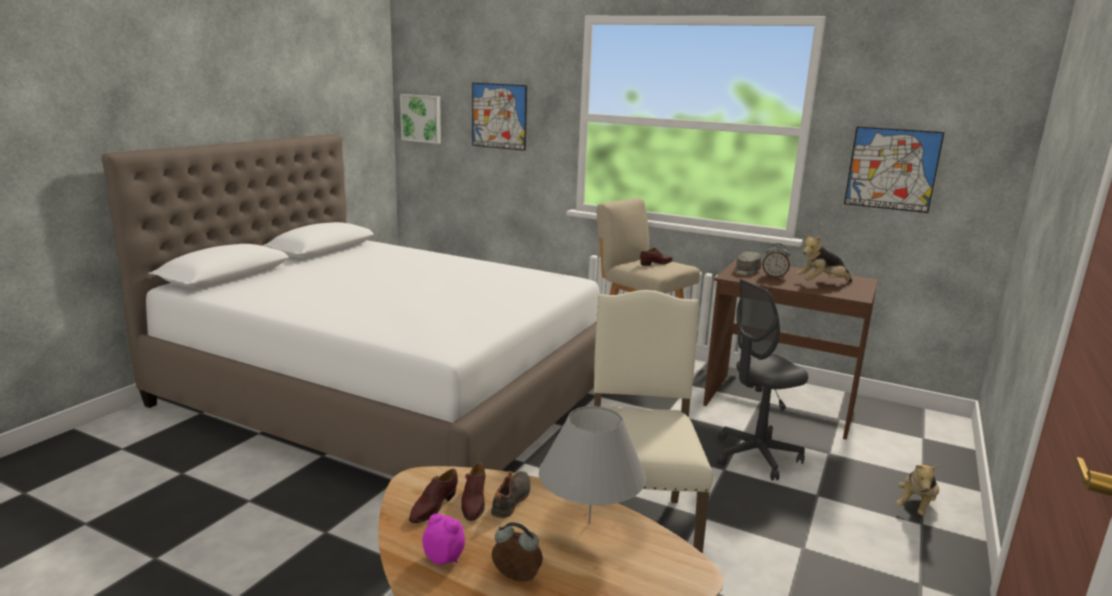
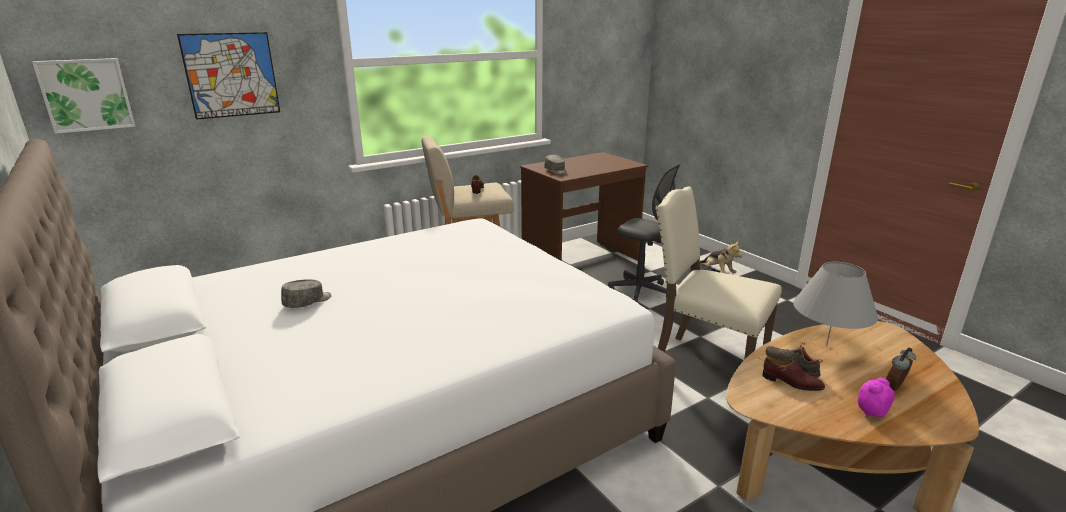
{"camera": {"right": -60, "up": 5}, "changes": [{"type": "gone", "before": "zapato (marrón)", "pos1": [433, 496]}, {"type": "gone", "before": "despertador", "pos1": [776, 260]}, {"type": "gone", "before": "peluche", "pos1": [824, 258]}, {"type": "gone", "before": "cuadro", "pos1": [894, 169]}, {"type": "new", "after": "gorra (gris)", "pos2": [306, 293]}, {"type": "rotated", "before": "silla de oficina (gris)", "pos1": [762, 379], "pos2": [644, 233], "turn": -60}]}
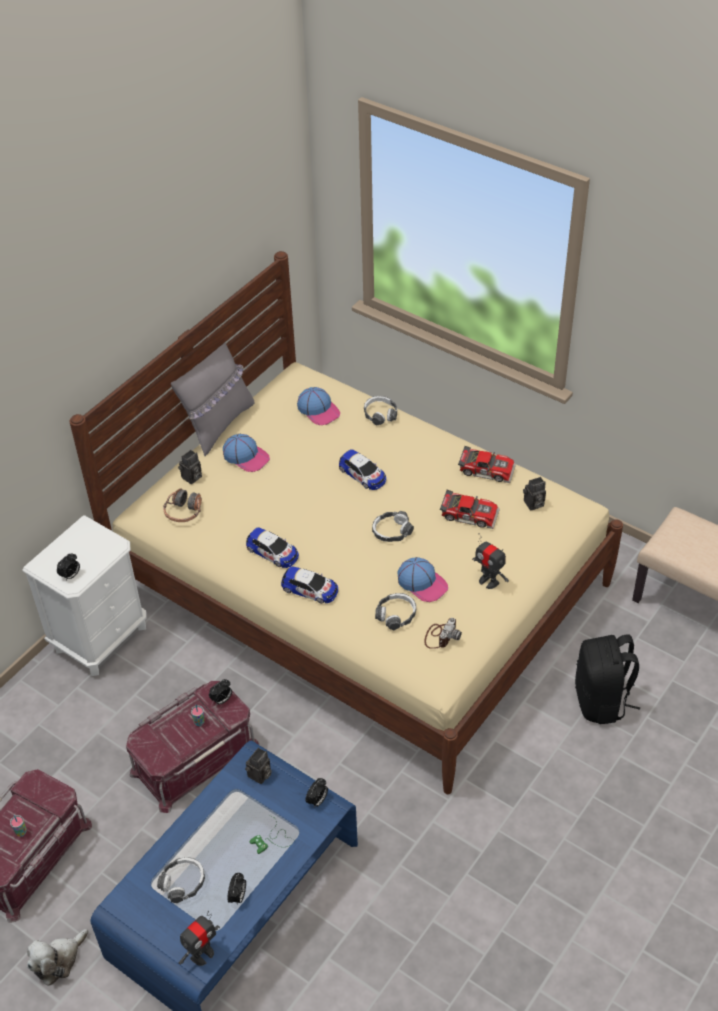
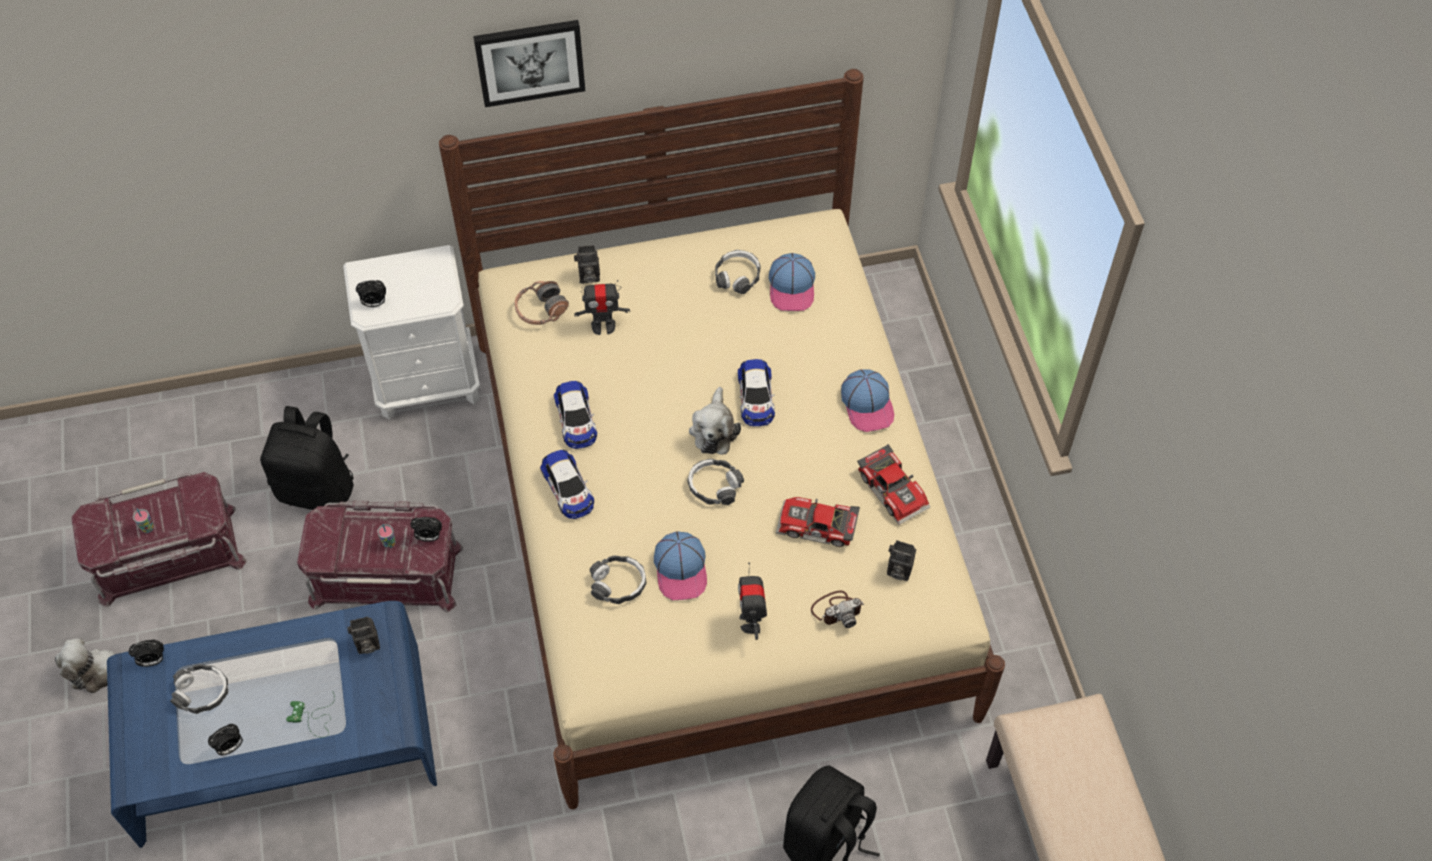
{"camera": {"right": 40, "up": 10}, "changes": [{"type": "gone", "before": "cojín (gris)", "pos1": [212, 399]}, {"type": "new", "after": "mochila (negro)", "pos2": [307, 458]}, {"type": "new", "after": "cuadro", "pos2": [529, 63]}, {"type": "new", "after": "peluche", "pos2": [715, 421]}, {"type": "shifted", "before": "robot de juguete", "pos1": [199, 938], "pos2": [602, 307]}, {"type": "shifted", "before": "gorra", "pos1": [246, 453], "pos2": [867, 400]}, {"type": "shifted", "before": "despertador", "pos1": [316, 792], "pos2": [146, 653]}, {"type": "shifted", "before": "auriculares", "pos1": [380, 411], "pos2": [737, 272]}, {"type": "shifted", "before": "cámara", "pos1": [443, 633], "pos2": [837, 609]}, {"type": "rotated", "before": "coche de juguete", "pos1": [470, 509], "pos2": [818, 522], "turn": 135}]}
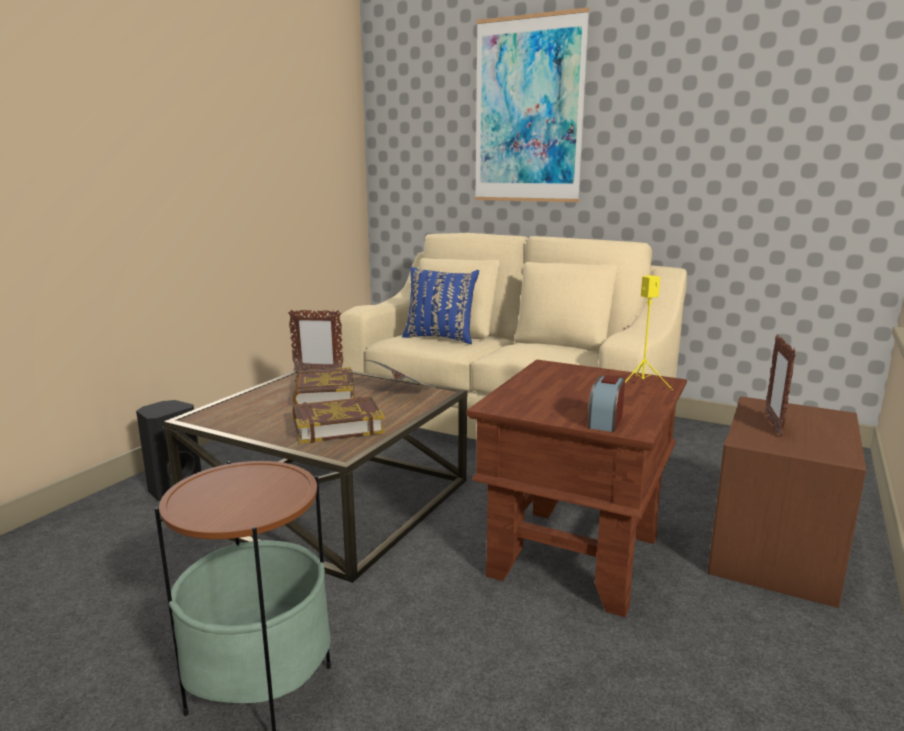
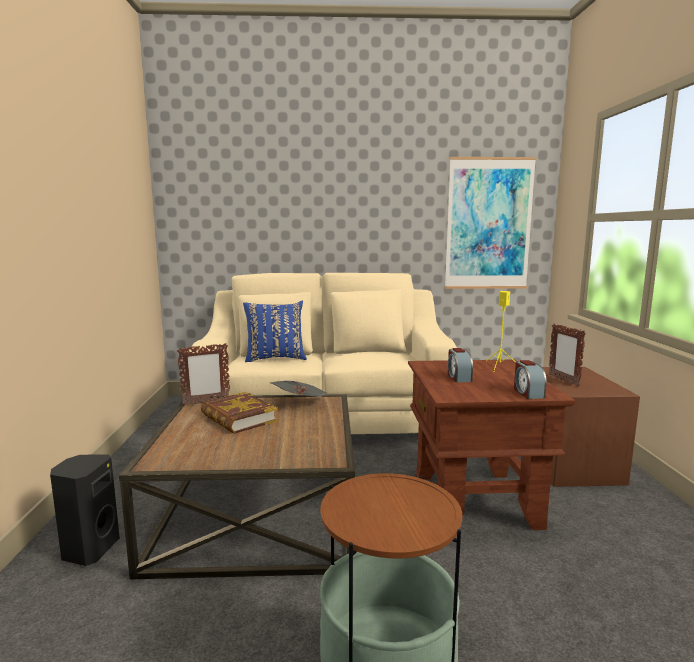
{"camera": {"right": -30, "up": -5}, "changes": [{"type": "gone", "before": "libro", "pos1": [339, 420]}, {"type": "new", "after": "despertador", "pos2": [460, 365]}, {"type": "shifted", "before": "cuadro", "pos1": [532, 105], "pos2": [490, 223]}]}
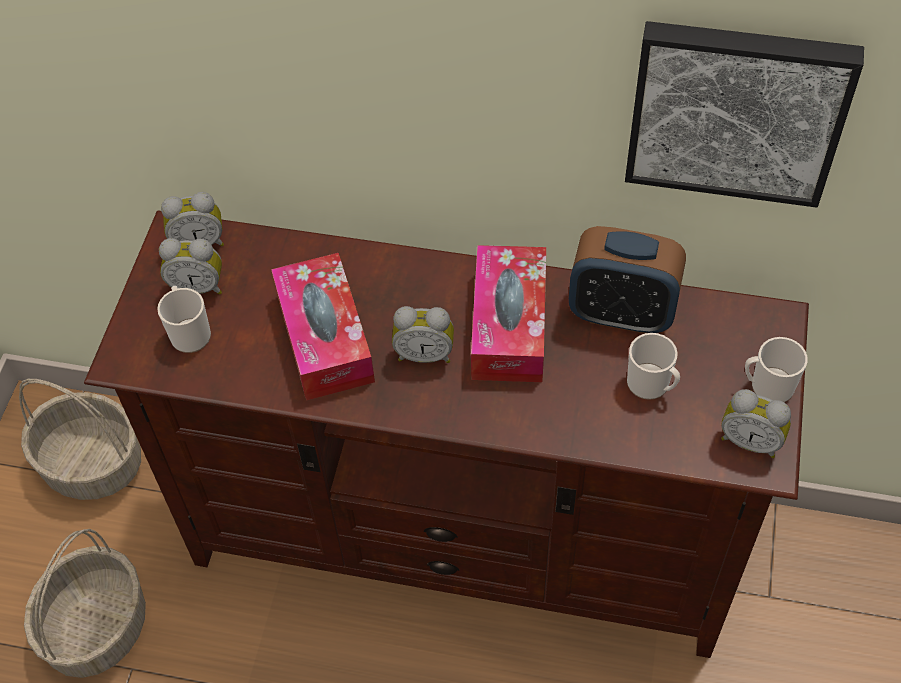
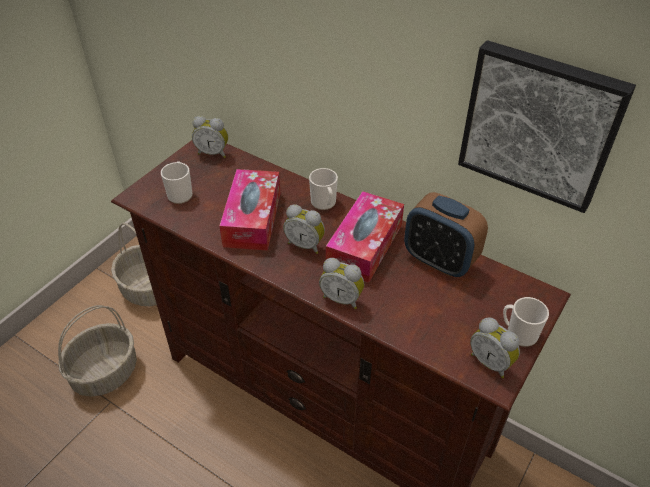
{"camera": {"right": 20, "up": -10}, "changes": [{"type": "shifted", "before": "despertador", "pos1": [190, 266], "pos2": [341, 283]}, {"type": "shifted", "before": "taza grande", "pos1": [653, 366], "pos2": [323, 189]}]}
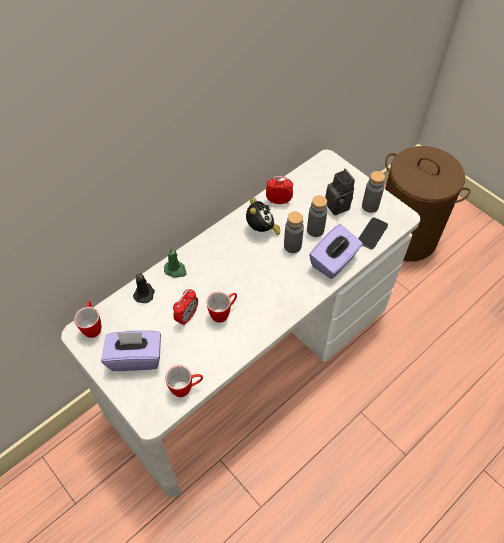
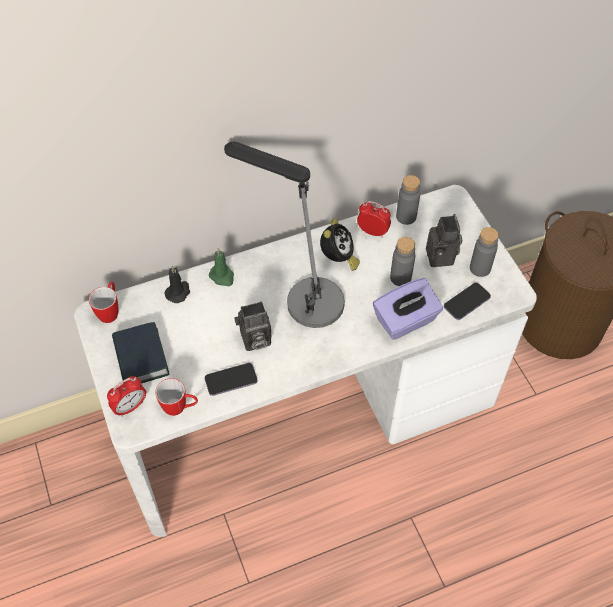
{"camera": {"right": 20, "up": 0}, "changes": [{"type": "new", "after": "móvil", "pos2": [231, 379]}, {"type": "new", "after": "lámpara de mesa", "pos2": [284, 235]}, {"type": "shifted", "before": "despertador", "pos1": [185, 307], "pos2": [126, 396]}, {"type": "shifted", "before": "botella (gris)", "pos1": [294, 232], "pos2": [408, 200]}, {"type": "swapped", "before": "caja de pañuelos (morado)", "after": "libro", "pos1": [131, 350], "pos2": [141, 353]}, {"type": "swapped", "before": "taza grande", "after": "cámara", "pos1": [222, 307], "pos2": [253, 326]}]}
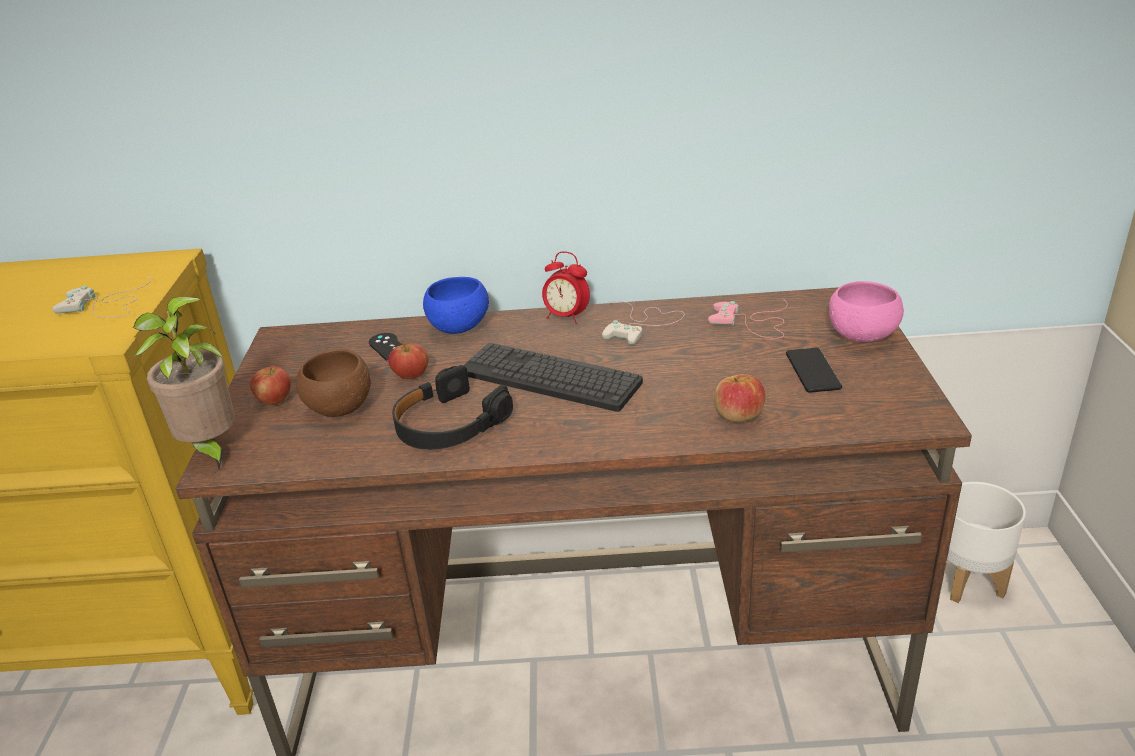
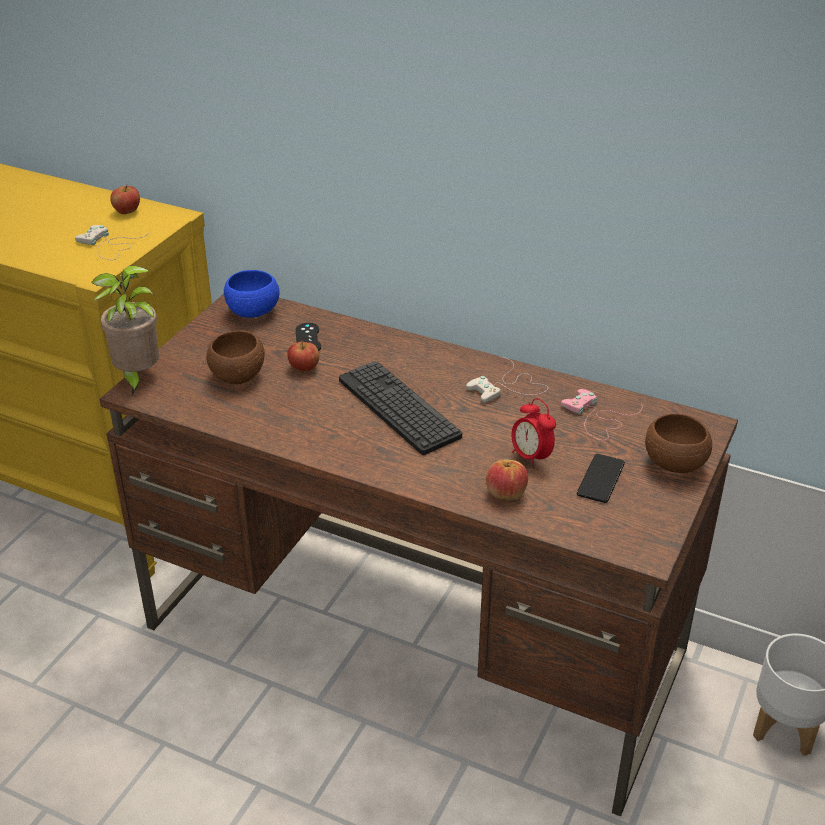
{"camera": {"right": 25, "up": 5}, "changes": [{"type": "gone", "before": "auriculares (negro)", "pos1": [452, 407]}, {"type": "shifted", "before": "manzana", "pos1": [270, 384], "pos2": [125, 199]}, {"type": "shifted", "before": "cuenco (azul)", "pos1": [456, 305], "pos2": [252, 294]}, {"type": "shifted", "before": "despertador", "pos1": [566, 287], "pos2": [534, 433]}, {"type": "repainted", "before": "cuenco (rosa)", "after": "cuenco (marrón)", "pos1": [866, 311], "pos2": [678, 443]}]}
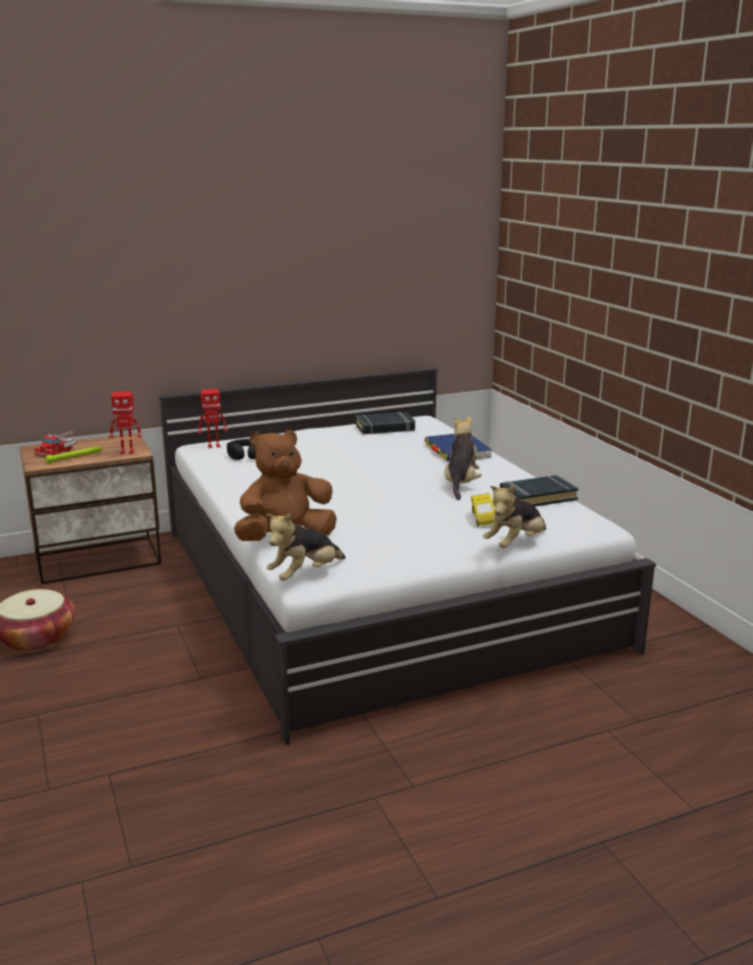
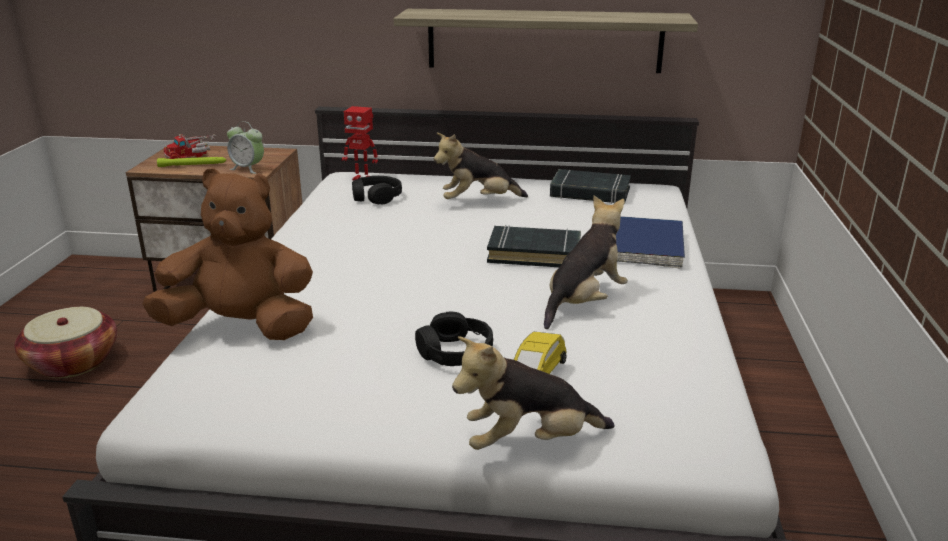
{"camera": {"right": 30, "up": 5}, "changes": [{"type": "new", "after": "estante", "pos2": [546, 41]}, {"type": "new", "after": "auriculares (negro)", "pos2": [454, 339]}, {"type": "shifted", "before": "peluche", "pos1": [306, 547], "pos2": [481, 166]}, {"type": "shifted", "before": "libro (negro)", "pos1": [539, 490], "pos2": [534, 246]}, {"type": "swapped", "before": "robot de juguete", "after": "despertador", "pos1": [125, 423], "pos2": [245, 147]}]}
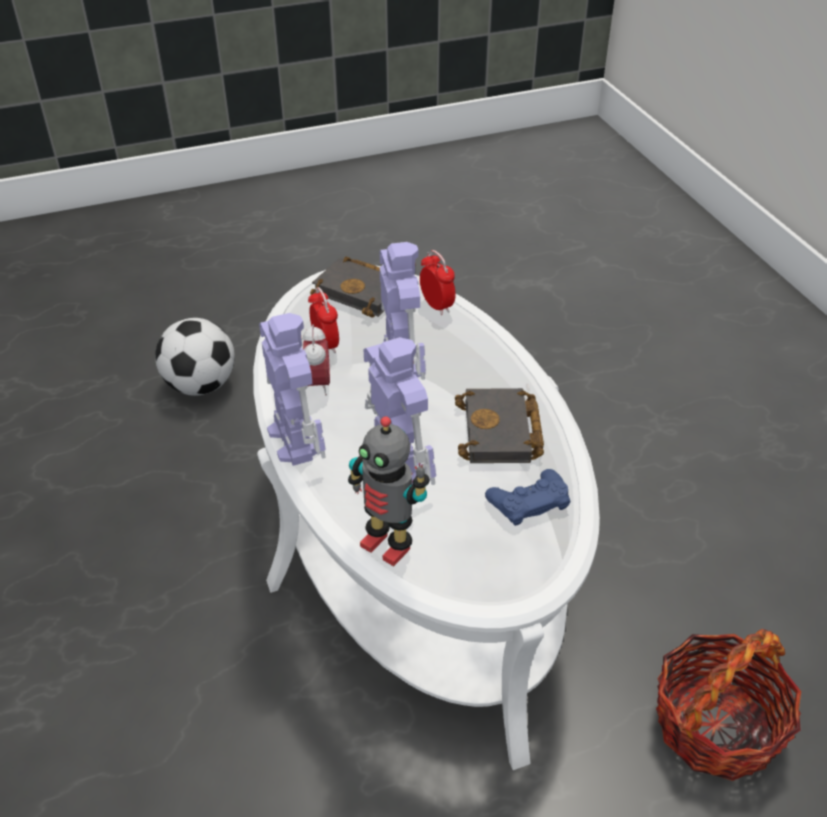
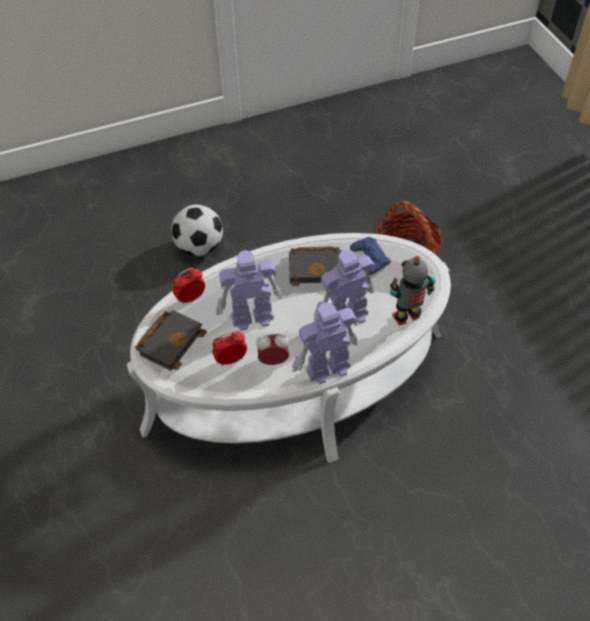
{"camera": {"right": -90, "up": 10}, "changes": [{"type": "shifted", "before": "balón de fútbol", "pos1": [194, 357], "pos2": [197, 230]}, {"type": "rotated", "before": "robot de juguete", "pos1": [389, 491], "pos2": [412, 291], "turn": -150}]}
